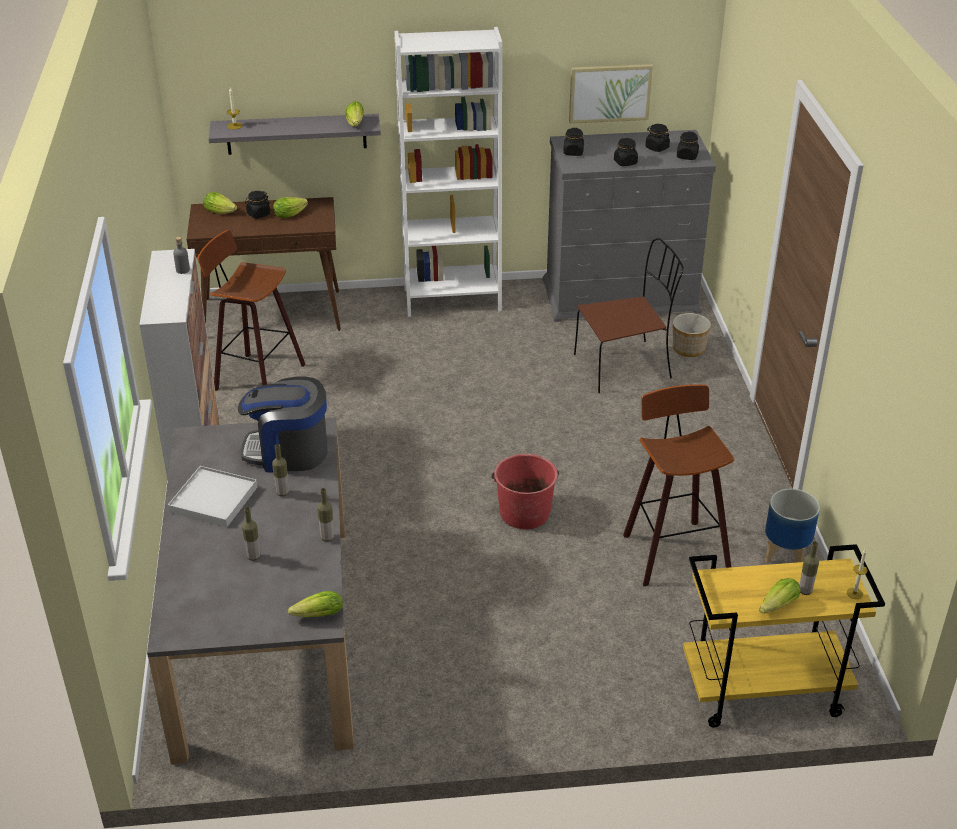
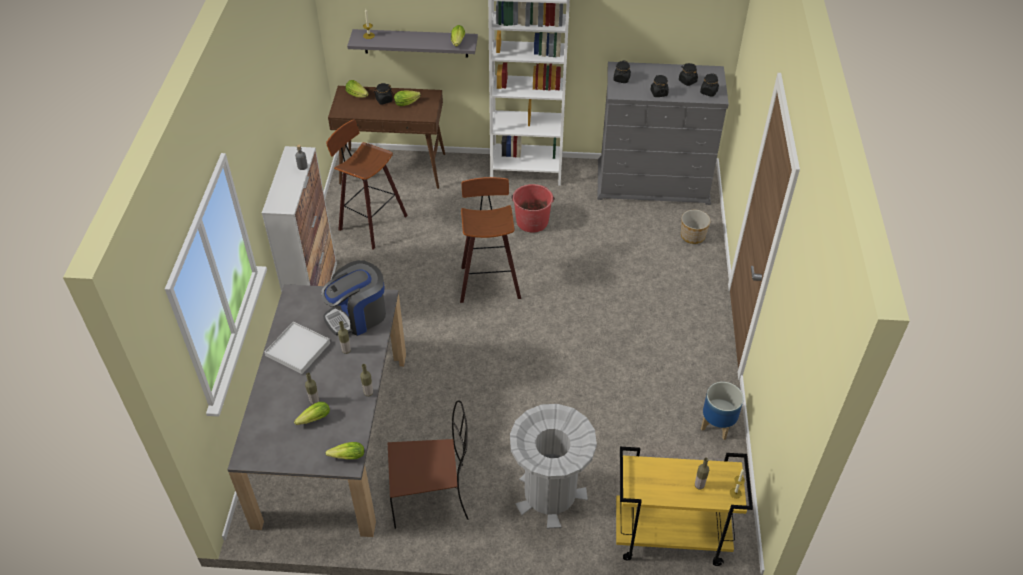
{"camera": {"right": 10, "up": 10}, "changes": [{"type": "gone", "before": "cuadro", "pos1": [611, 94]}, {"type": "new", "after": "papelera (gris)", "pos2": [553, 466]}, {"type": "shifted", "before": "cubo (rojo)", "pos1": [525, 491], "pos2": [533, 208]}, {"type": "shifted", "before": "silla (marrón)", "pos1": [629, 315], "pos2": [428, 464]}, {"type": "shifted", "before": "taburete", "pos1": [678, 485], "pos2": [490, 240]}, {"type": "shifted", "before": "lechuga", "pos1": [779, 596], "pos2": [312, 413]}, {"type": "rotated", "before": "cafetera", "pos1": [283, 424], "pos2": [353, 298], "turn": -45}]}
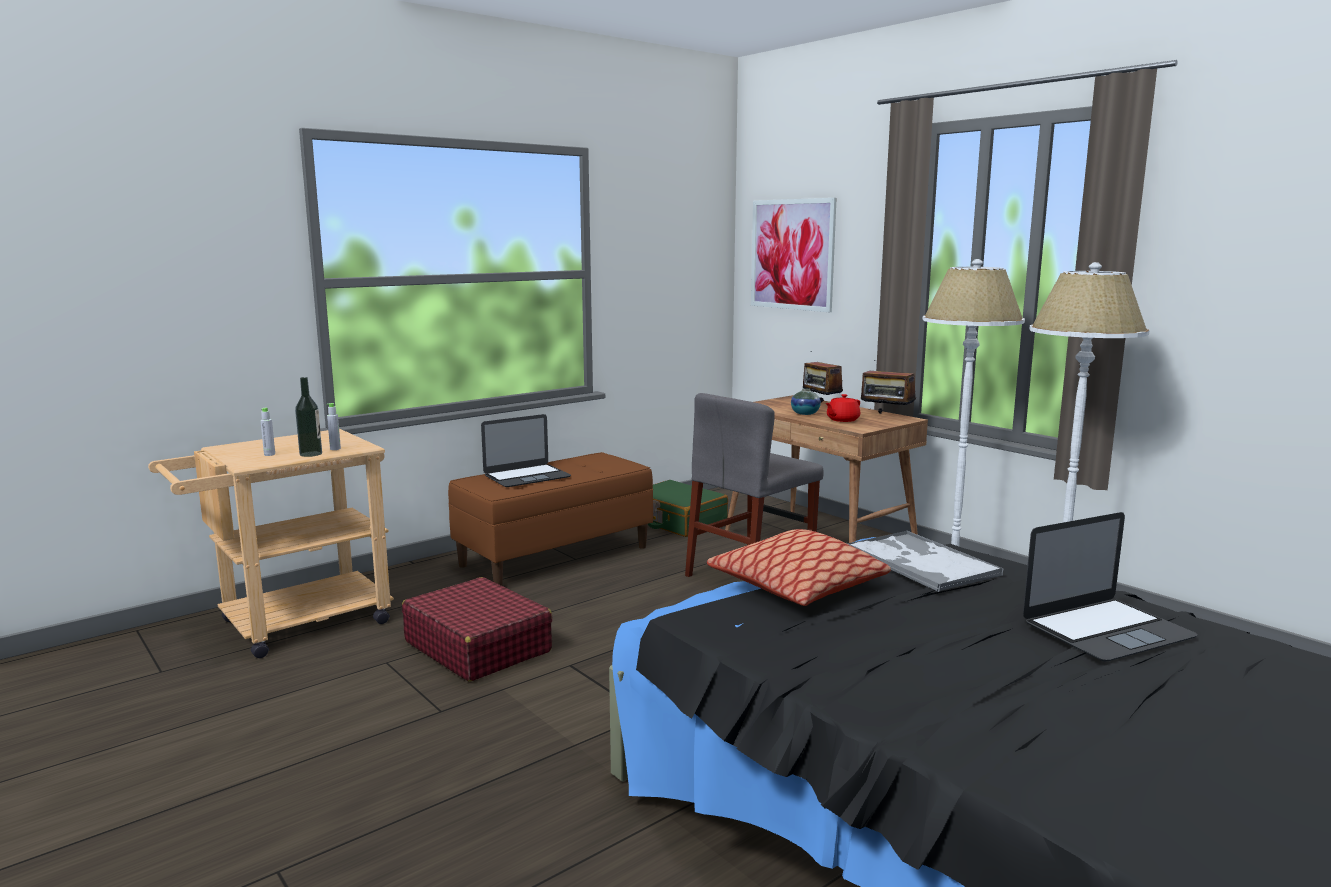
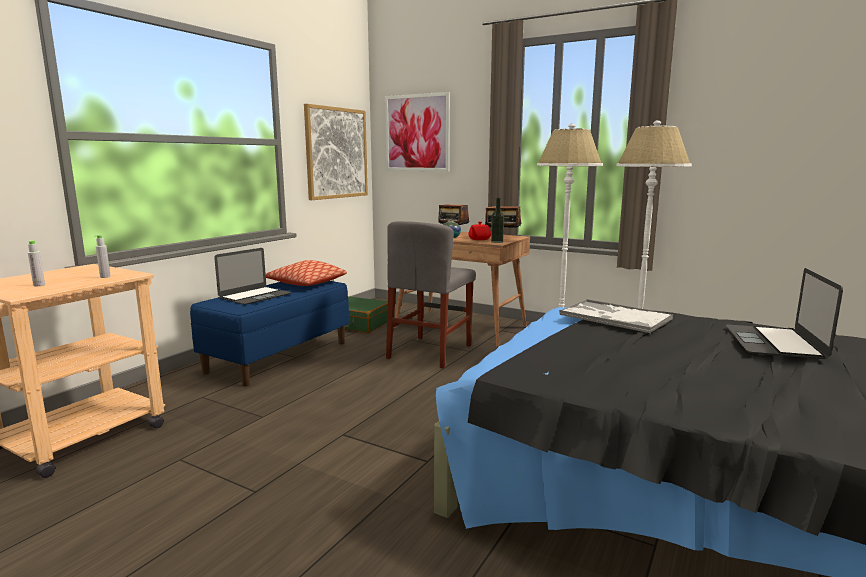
{"camera": {"right": -20, "up": 0}, "changes": [{"type": "gone", "before": "maleta (rojo)", "pos1": [477, 629]}, {"type": "new", "after": "cuadro", "pos2": [336, 152]}, {"type": "shifted", "before": "botella", "pos1": [308, 417], "pos2": [497, 220]}, {"type": "shifted", "before": "cojín", "pos1": [799, 567], "pos2": [306, 273]}, {"type": "repainted", "before": "banco (marrón)", "after": "banco (azul)", "pos1": [550, 519], "pos2": [269, 333]}, {"type": "rotated", "before": "portátil", "pos1": [1110, 586], "pos2": [784, 313], "turn": 150}]}
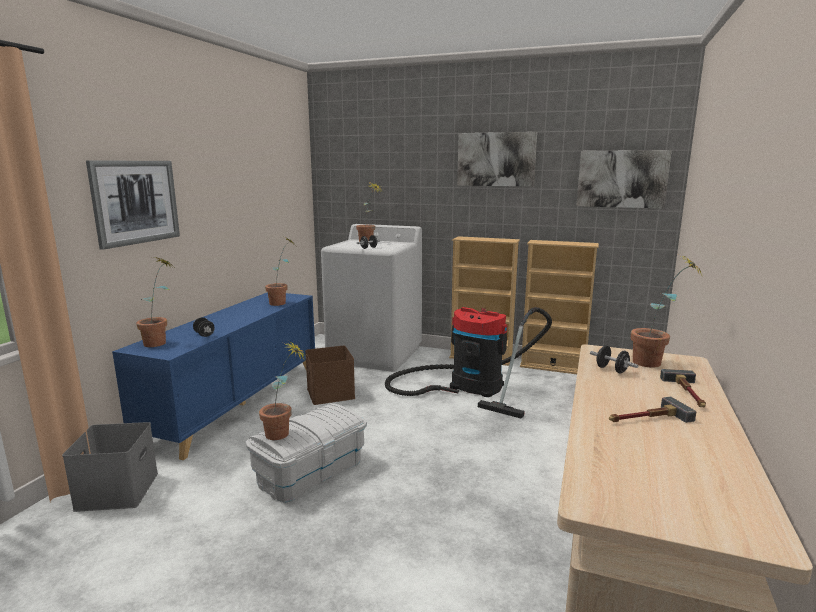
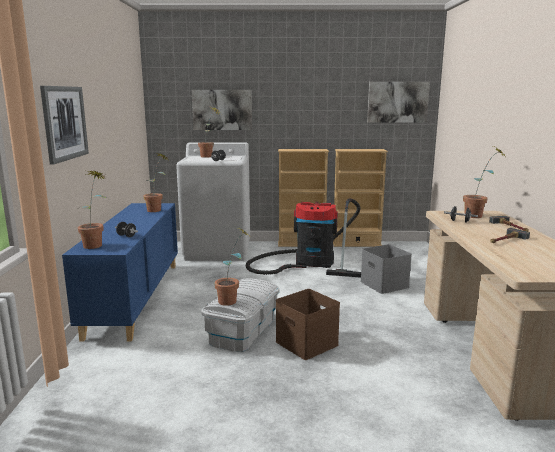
{"camera": {"right": -20, "up": 0}, "changes": [{"type": "shifted", "before": "caja de almacenaje (gris)", "pos1": [110, 467], "pos2": [386, 269]}, {"type": "shifted", "before": "caja de almacenaje (marrón)", "pos1": [330, 375], "pos2": [308, 324]}, {"type": "shifted", "before": "cuadro", "pos1": [497, 159], "pos2": [222, 110]}]}
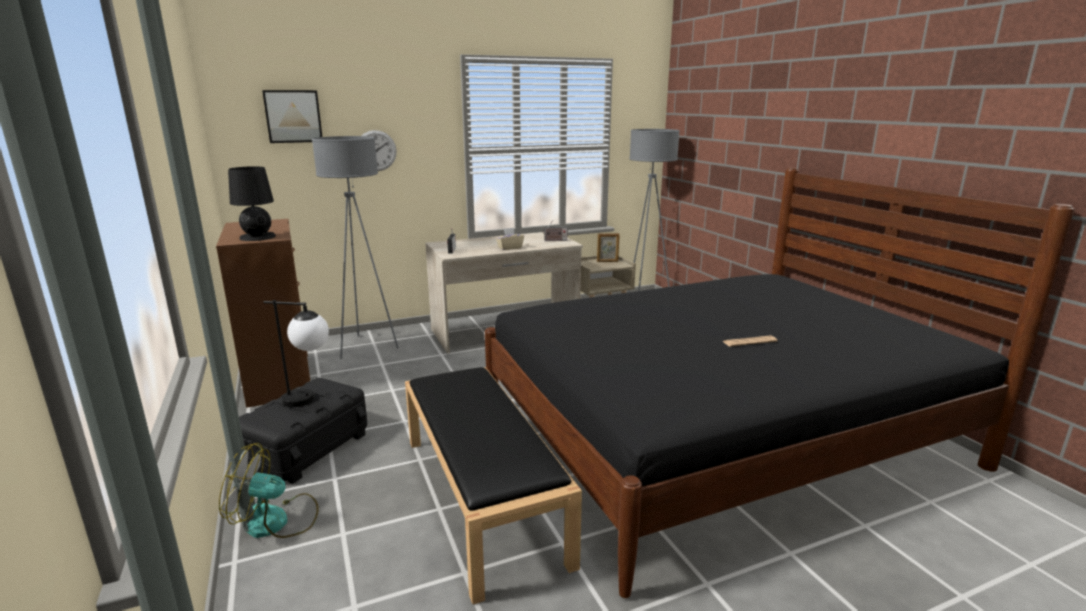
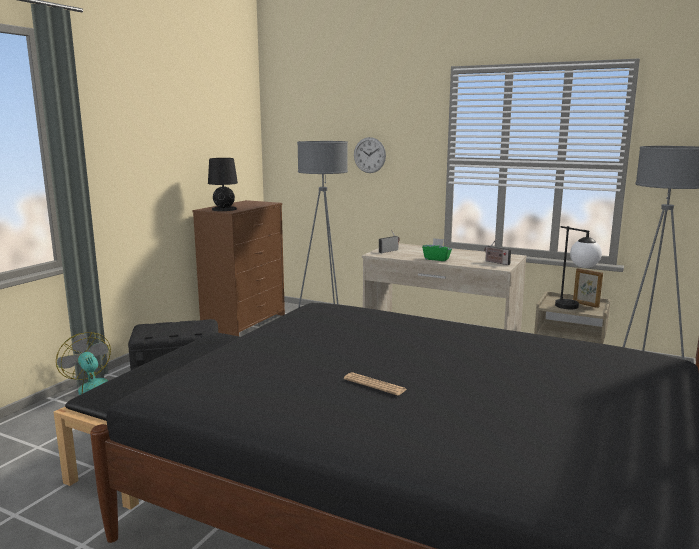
{"camera": {"right": 50, "up": -5}, "changes": [{"type": "gone", "before": "cuadro", "pos1": [292, 116]}, {"type": "shifted", "before": "lámpara de mesa", "pos1": [296, 353], "pos2": [578, 267]}, {"type": "repainted", "before": "caja de pañuelos (beis)", "after": "caja de pañuelos (verde)", "pos1": [510, 239], "pos2": [437, 249]}]}
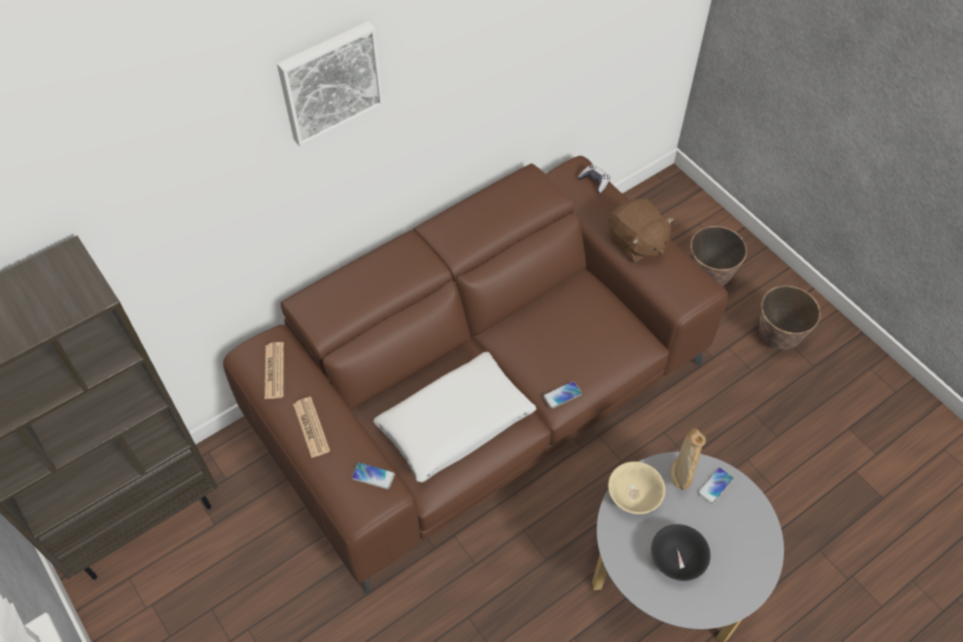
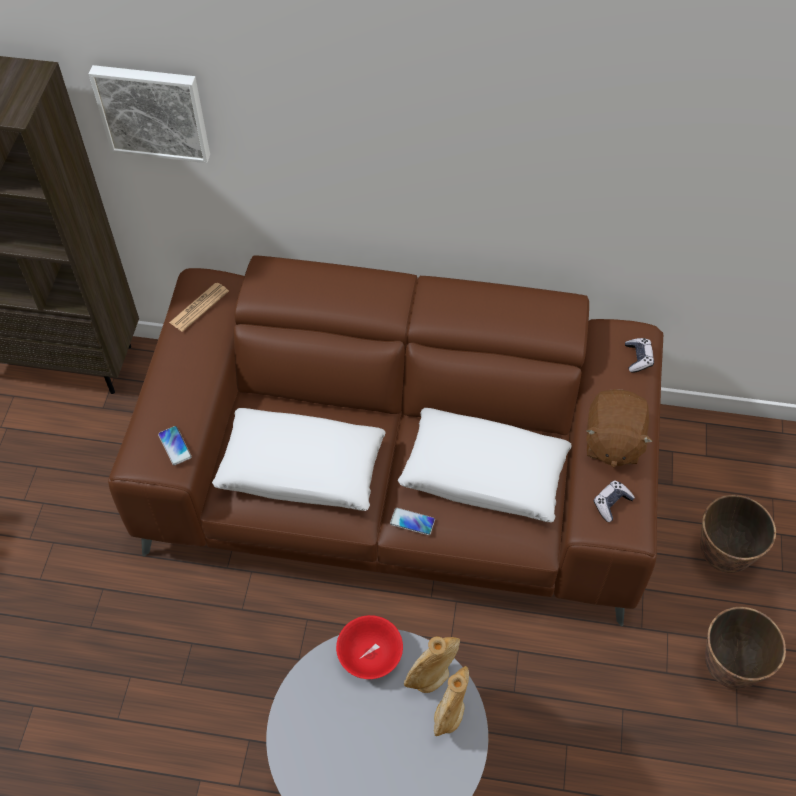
{"camera": {"right": 45, "up": 0}, "changes": [{"type": "gone", "before": "periódico", "pos1": [311, 427]}, {"type": "gone", "before": "cuenco (negro)", "pos1": [680, 552]}, {"type": "new", "after": "cojín (blanco)", "pos2": [485, 465]}, {"type": "new", "after": "mando de consola", "pos2": [614, 501]}, {"type": "shifted", "before": "cuadro", "pos1": [330, 84], "pos2": [149, 114]}, {"type": "swapped", "before": "móvil", "after": "florero (beis)", "pos1": [716, 485], "pos2": [451, 701]}, {"type": "repainted", "before": "cuenco (beis)", "after": "cuenco (rojo)", "pos1": [636, 488], "pos2": [369, 647]}]}
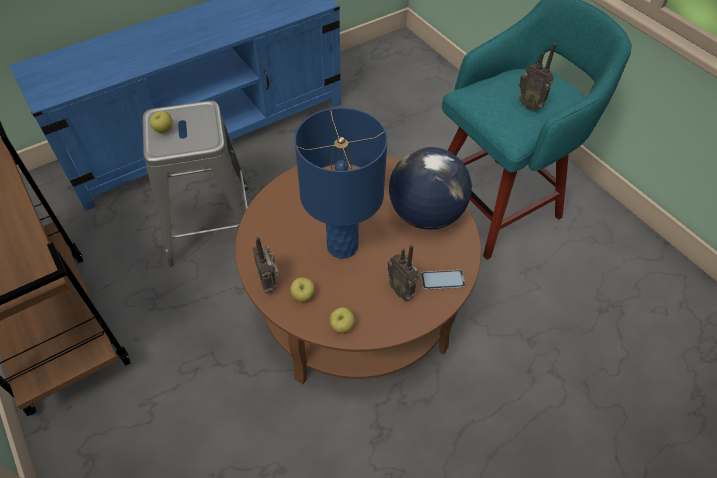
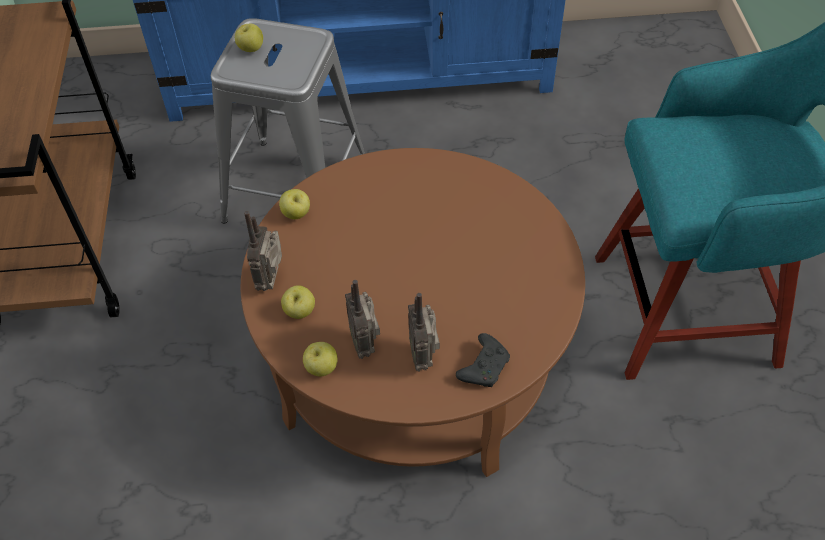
{"camera": {"right": 30, "up": 0}, "changes": [{"type": "gone", "before": "lámpara de mesa (azul)", "pos1": [341, 183]}, {"type": "gone", "before": "globo terráqueo", "pos1": [430, 188]}, {"type": "new", "after": "manzana", "pos2": [294, 204]}, {"type": "shifted", "before": "radio", "pos1": [537, 77], "pos2": [362, 319]}, {"type": "swapped", "before": "móvil", "after": "mando de consola (negro)", "pos1": [443, 280], "pos2": [483, 360]}]}
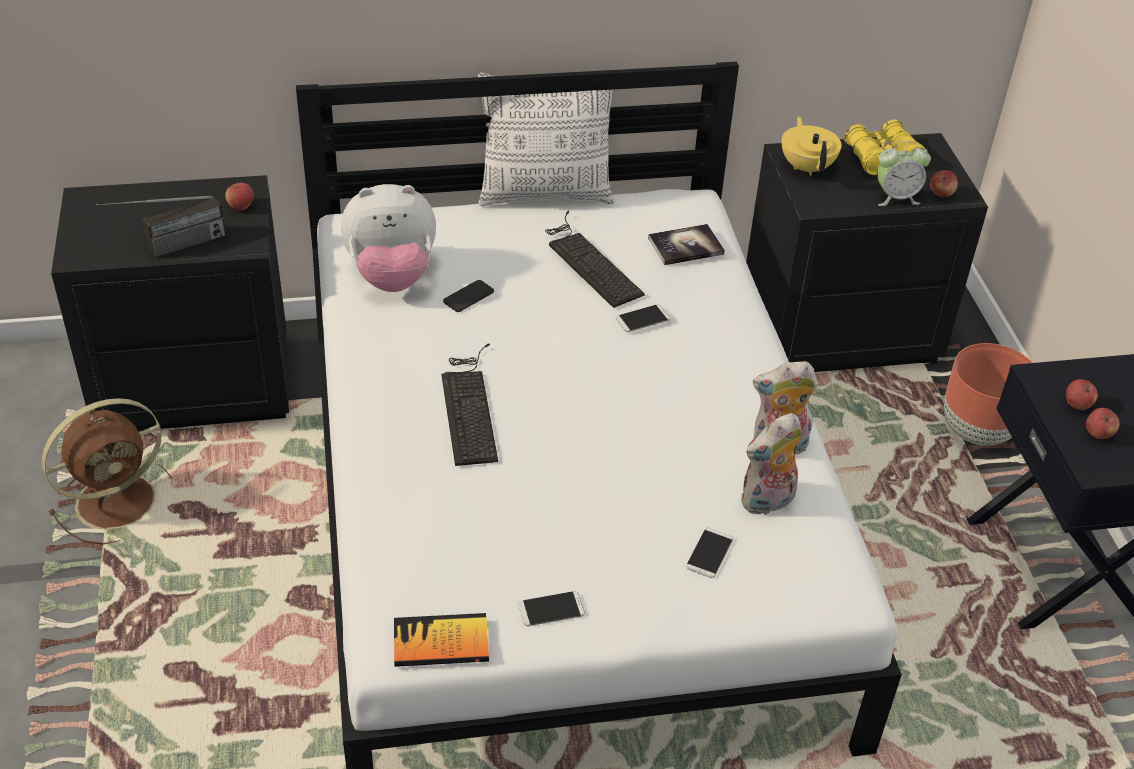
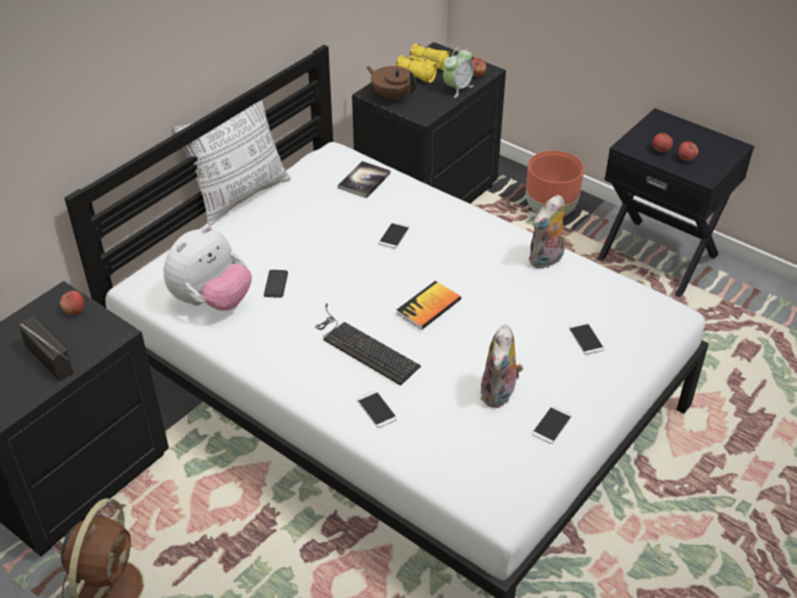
{"camera": {"right": -40, "up": 0}, "changes": [{"type": "gone", "before": "teclado", "pos1": [595, 259]}, {"type": "new", "after": "móvil", "pos2": [377, 409]}, {"type": "shifted", "before": "libro", "pos1": [441, 640], "pos2": [428, 305]}, {"type": "shifted", "before": "peluche", "pos1": [771, 464], "pos2": [501, 366]}, {"type": "repainted", "before": "tetera (amarillo)", "after": "tetera (marrón)", "pos1": [812, 146], "pos2": [391, 83]}, {"type": "rotated", "before": "radio", "pos1": [161, 226], "pos2": [46, 348], "turn": -60}]}
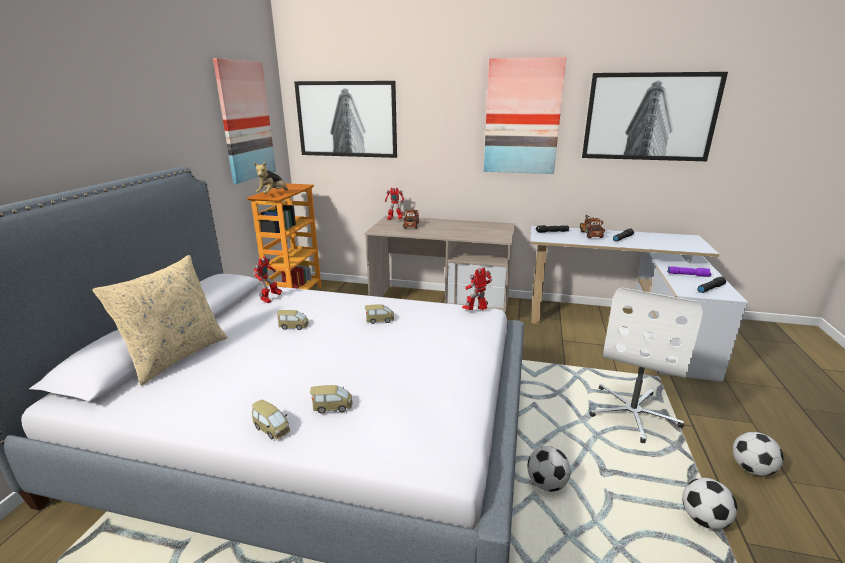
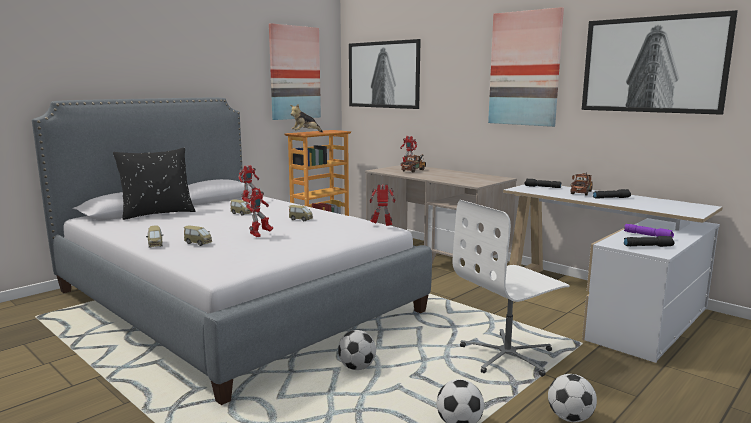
{"camera": {"right": 30, "up": -10}, "changes": [{"type": "new", "after": "robot de juguete", "pos2": [259, 213]}, {"type": "repainted", "before": "cojín (beis)", "after": "cojín (negro)", "pos1": [160, 320], "pos2": [154, 184]}]}
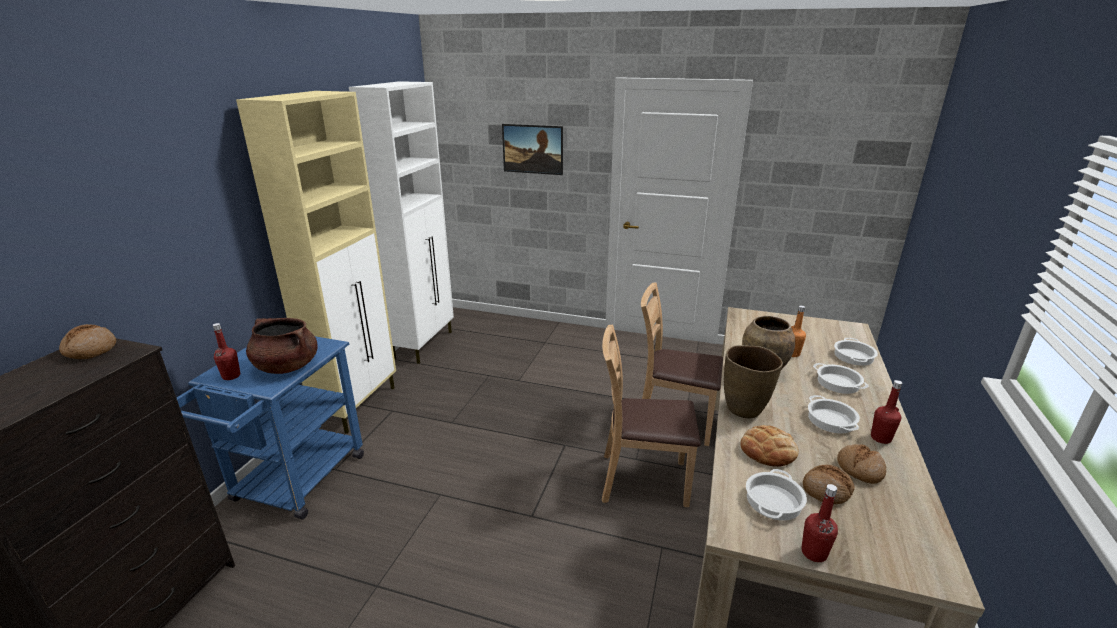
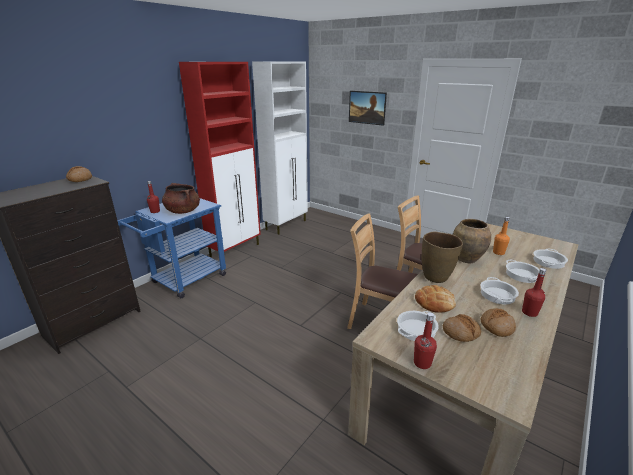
{"camera": {"right": 20, "up": 0}, "changes": [{"type": "repainted", "before": "armario (beis)", "after": "armario (rojo)", "pos1": [316, 262], "pos2": [220, 159]}]}
